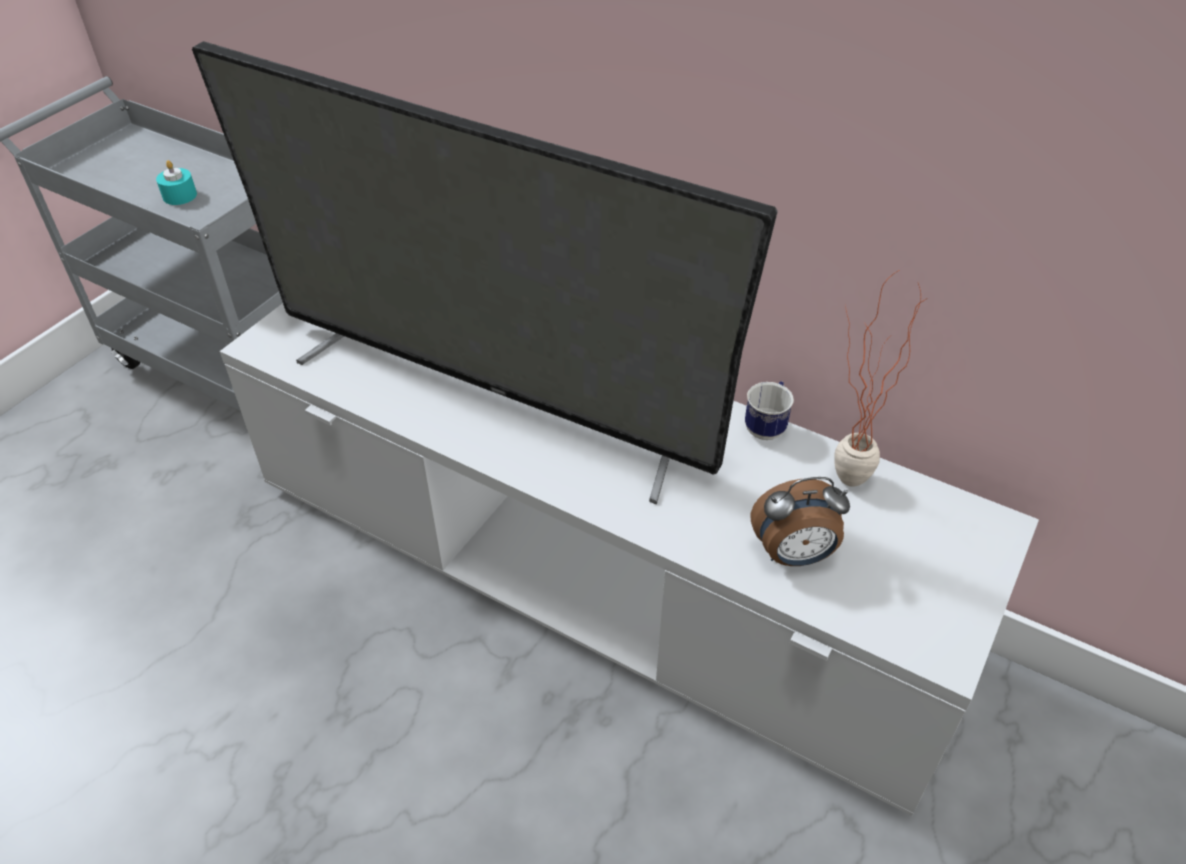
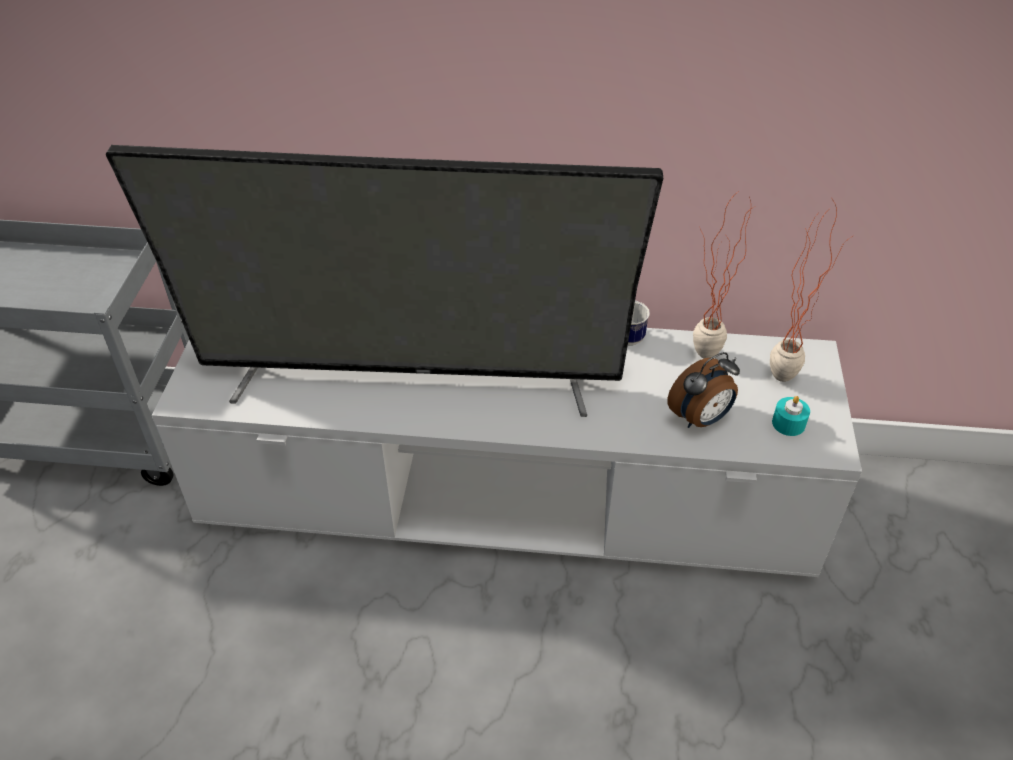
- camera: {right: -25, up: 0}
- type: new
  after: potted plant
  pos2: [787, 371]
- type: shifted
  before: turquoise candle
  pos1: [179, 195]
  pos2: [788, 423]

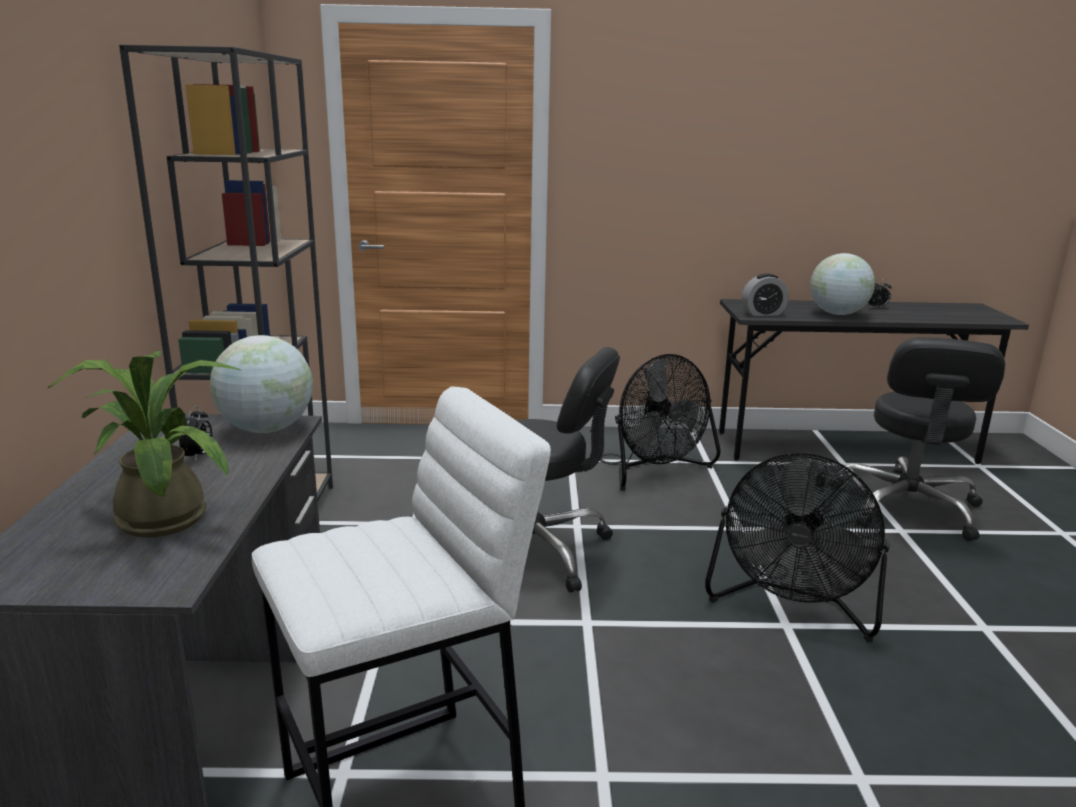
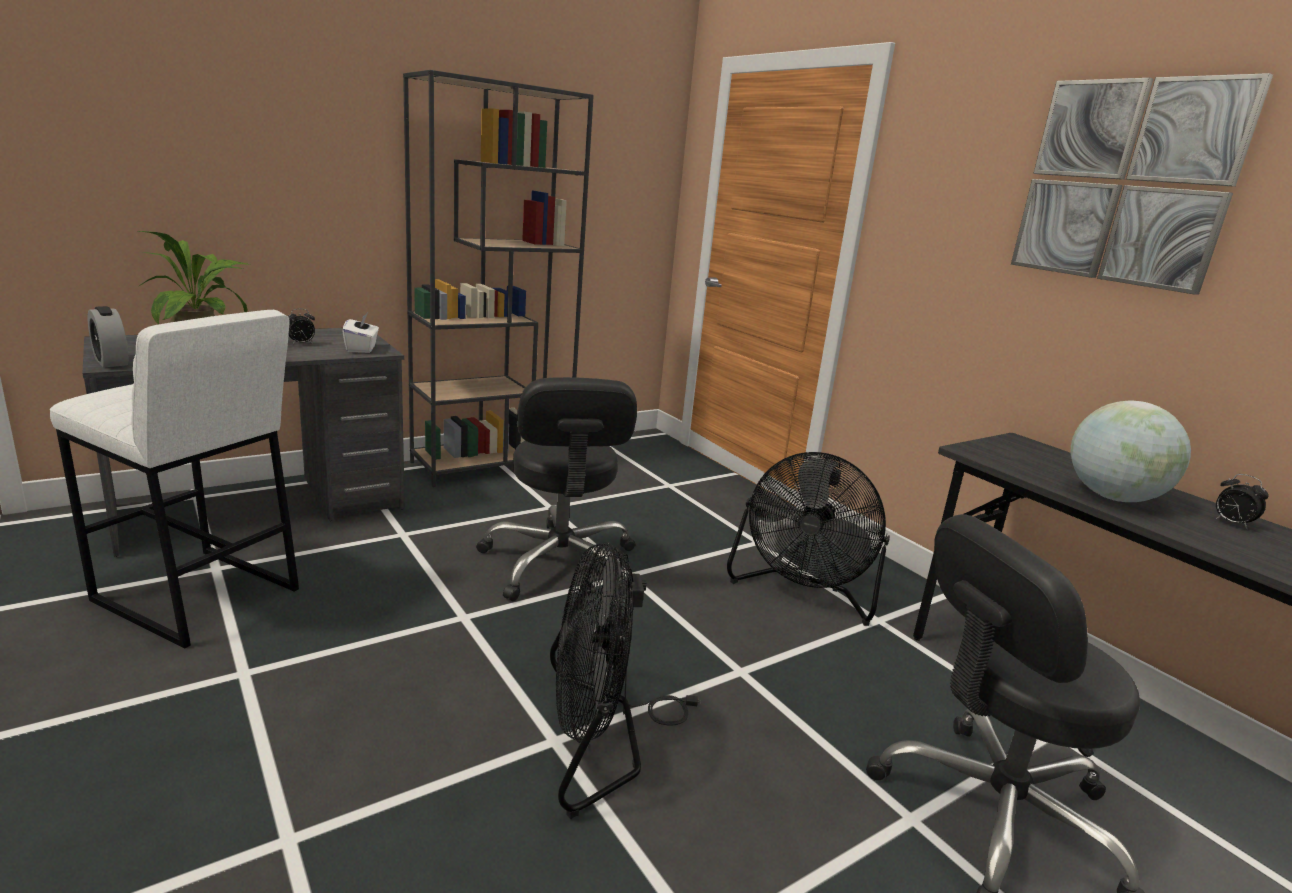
- camera: {right: 55, up: 0}
- type: shifted
  before: alarm clock
  pos1: [763, 313]
  pos2: [111, 362]
- type: swapped
  before: globe
  after: white tissue box
  pos1: [266, 429]
  pos2: [362, 348]
- type: new
  after: picture
  pos2: [1126, 182]

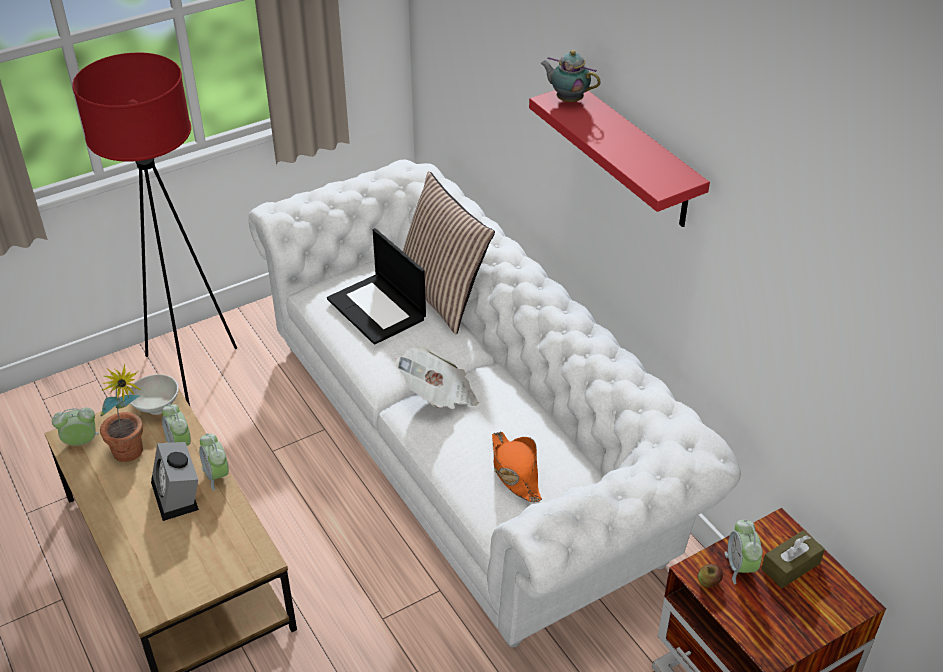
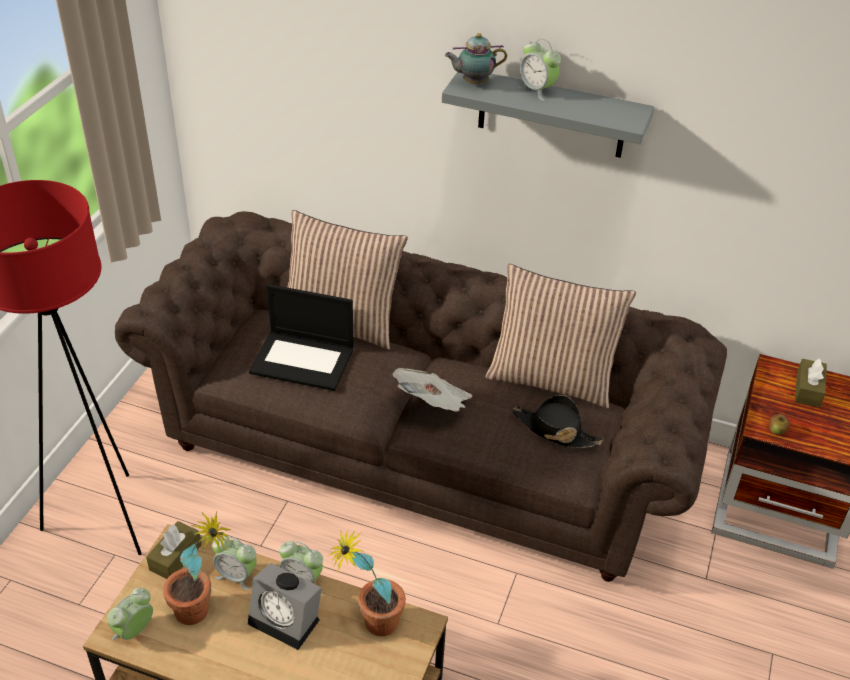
- camera: {right: -40, up: 0}
- type: repainted
  before: white sofa
  after: brown sofa
  pos1: [471, 443]
  pos2: [420, 445]
- type: swapped
  before: white bowl
  after: brown tissue box
  pos1: [156, 409]
  pos2: [175, 557]
- type: new
  after: potted plant
  pos2: [370, 624]
- type: repainted
  before: red shelf
  after: grey shelf
  pos1: [637, 158]
  pos2: [551, 114]
- type: new
  after: pillow
  pos2: [551, 379]
- type: repainted
  before: orange hat
  after: black hat
  pos1: [515, 471]
  pos2: [555, 431]
- type: shifted
  before: alarm clock
  pos1: [740, 567]
  pos2: [537, 90]

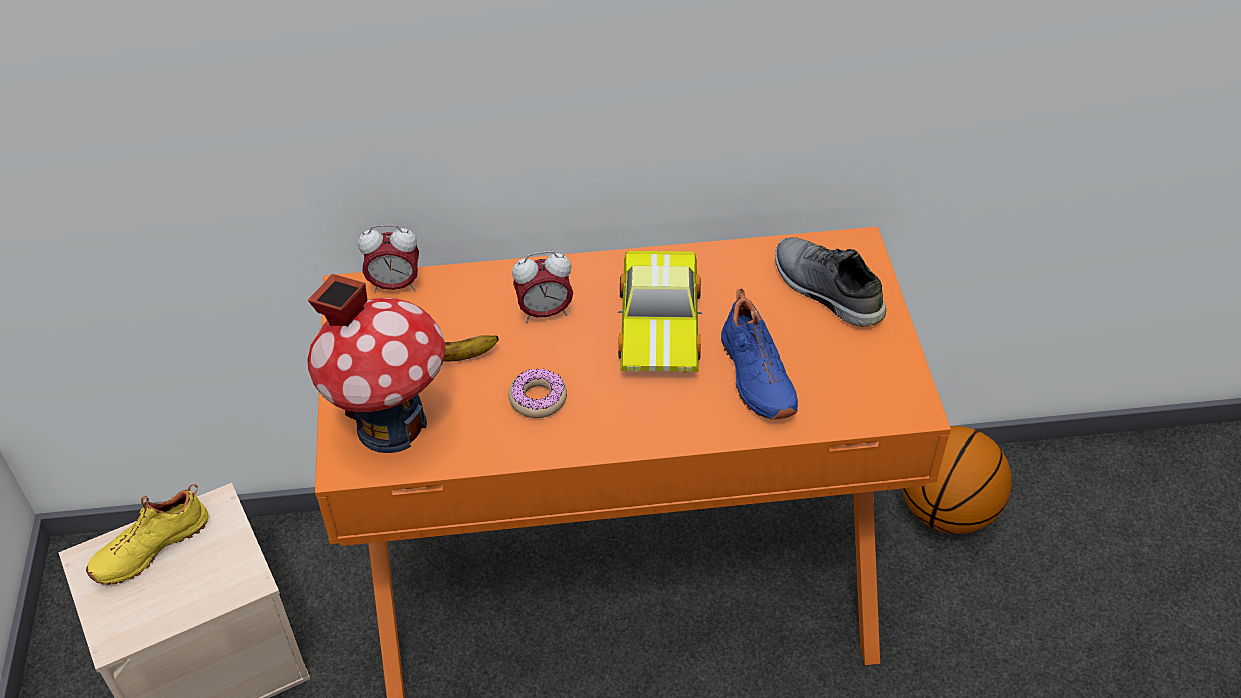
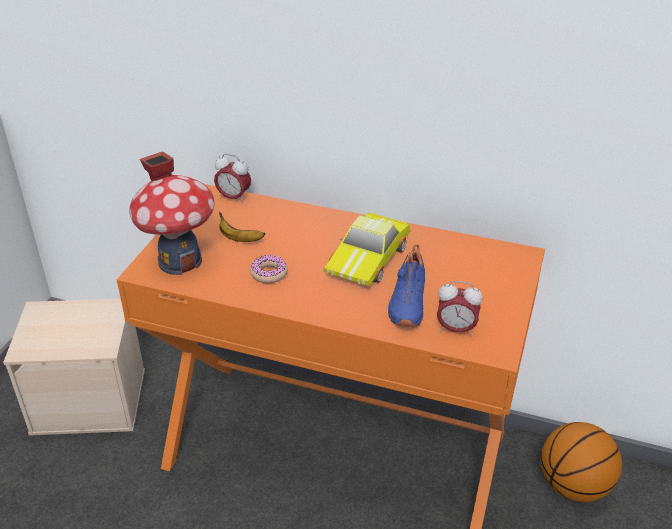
- camera: {right: 25, up: -10}
- type: shifted
  before: alarm clock
  pos1: [544, 312]
  pos2: [456, 329]
- type: gone
  before: yellow shoe
  pos1: [150, 546]
- type: gone
  before: grey shoe
  pos1: [825, 291]

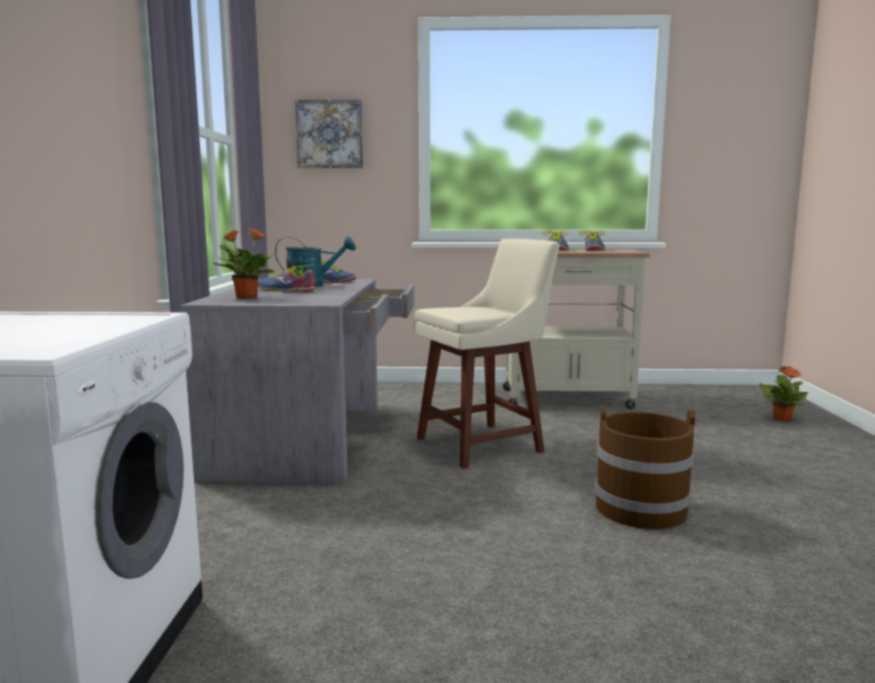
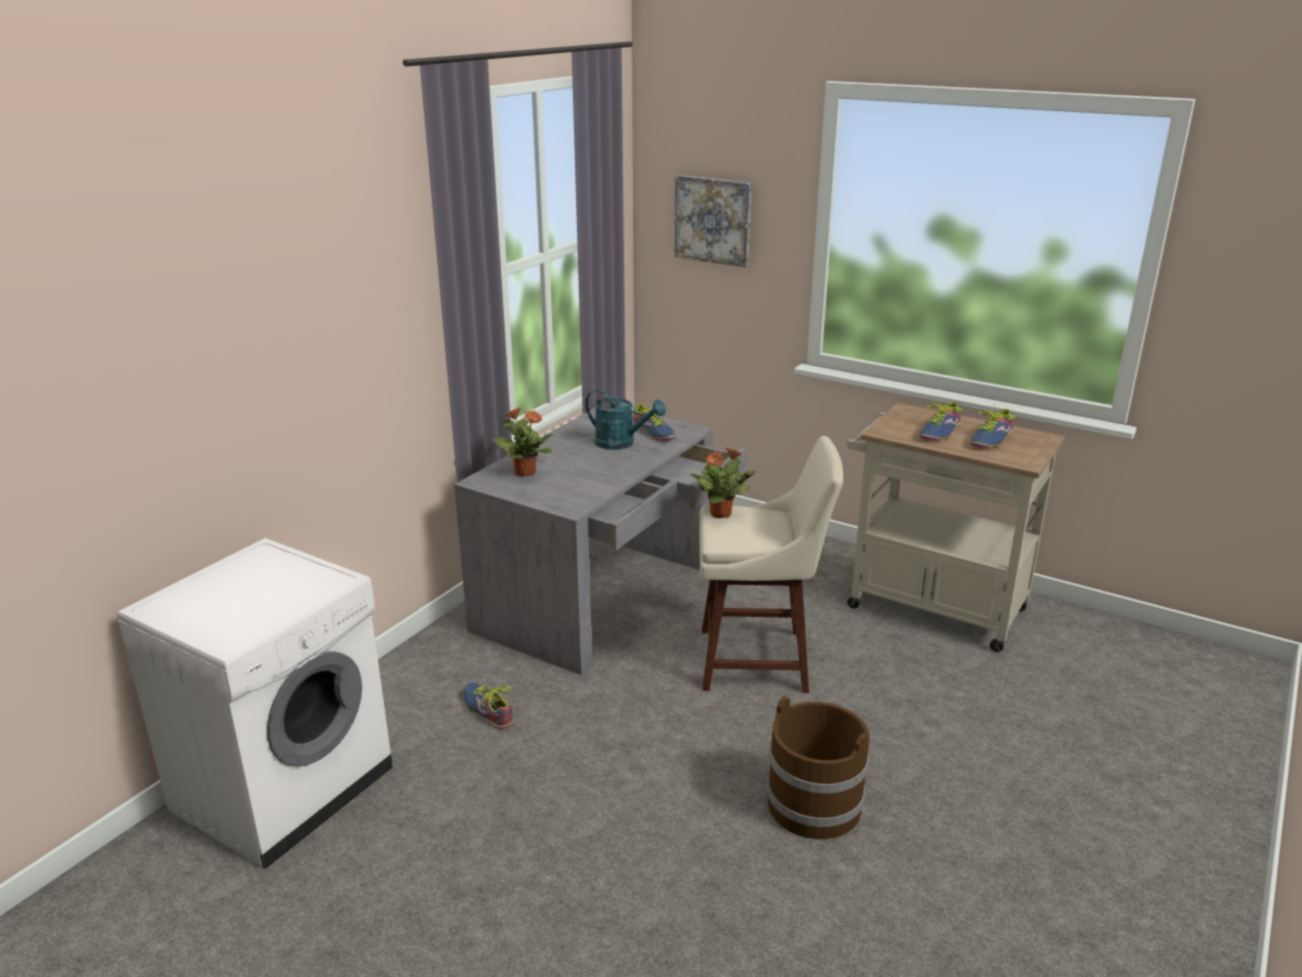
- camera: {right: 30, up: 15}
- type: shifted
  before: shoe
  pos1: [285, 290]
  pos2: [487, 710]
- type: shifted
  before: potted plant
  pos1: [782, 419]
  pos2: [721, 513]

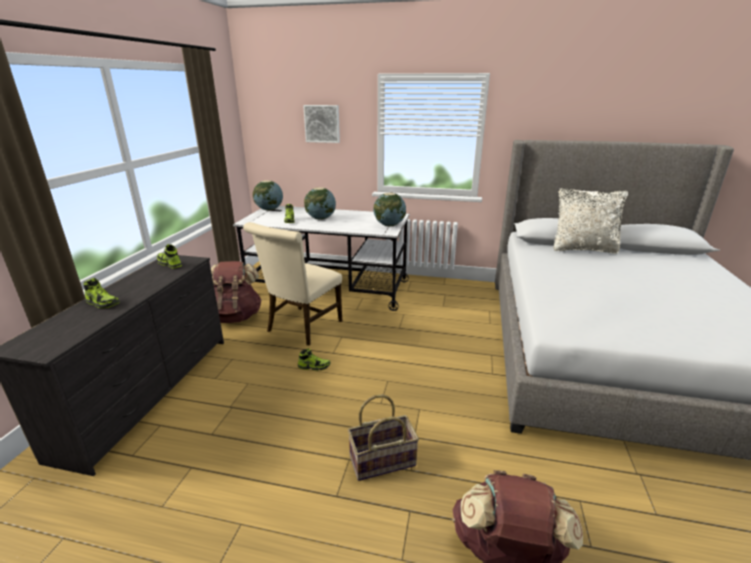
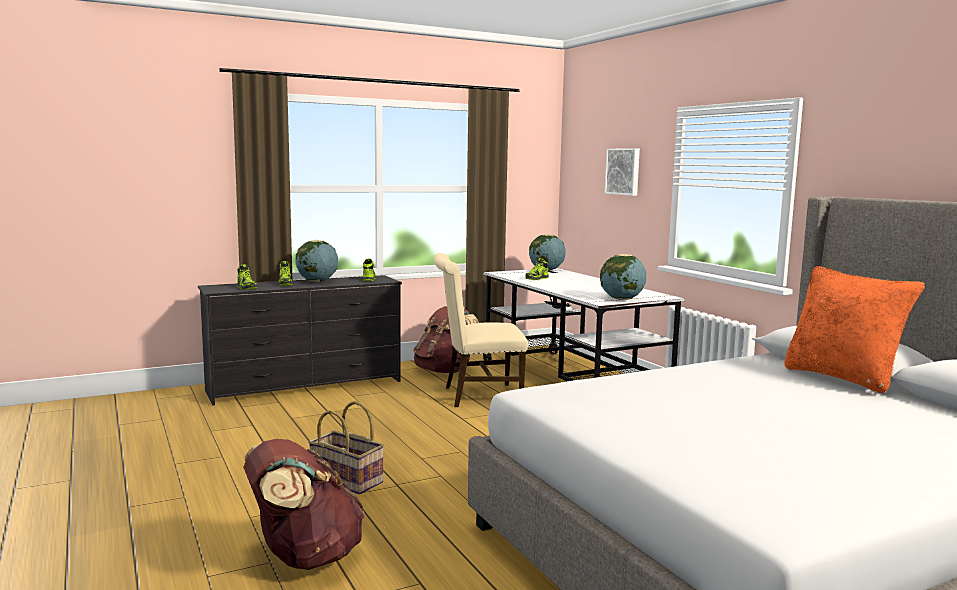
- camera: {right: 50, up: -15}
- type: shifted
  before: shoe
  pos1: [314, 366]
  pos2: [246, 287]
- type: shifted
  before: globe
  pos1: [321, 218]
  pos2: [317, 281]
- type: repainted
  before: beige pillow
  after: orange pillow
  pos1: [583, 250]
  pos2: [842, 380]

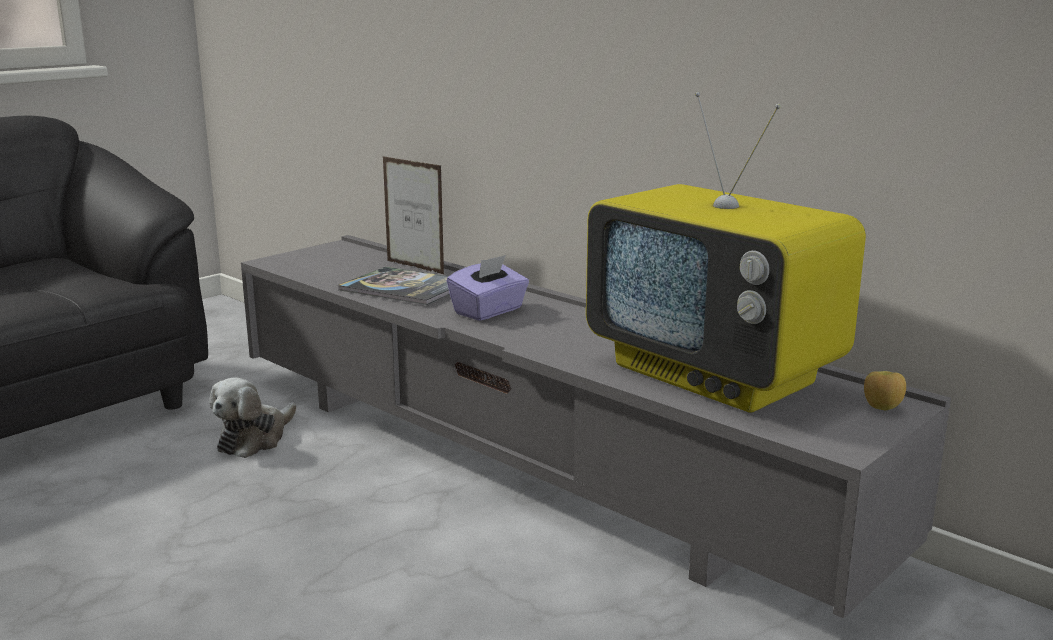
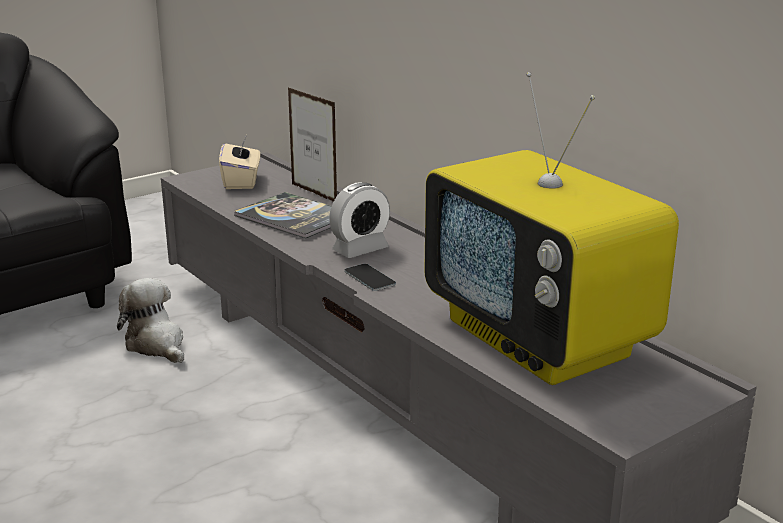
- camera: {right: 10, up: 5}
- type: rotated
  before: plush toy
  pos1: [255, 439]
  pos2: [157, 344]
  turn: 105
- type: new
  after: beige tissue box
  pos2: [241, 181]
- type: swapped
  before: purple tissue box
  after: alarm clock
  pos1: [489, 311]
  pos2: [360, 249]
- type: new
  after: phone
  pos2: [369, 278]
- type: gone
  before: apple
  pos1: [882, 408]

